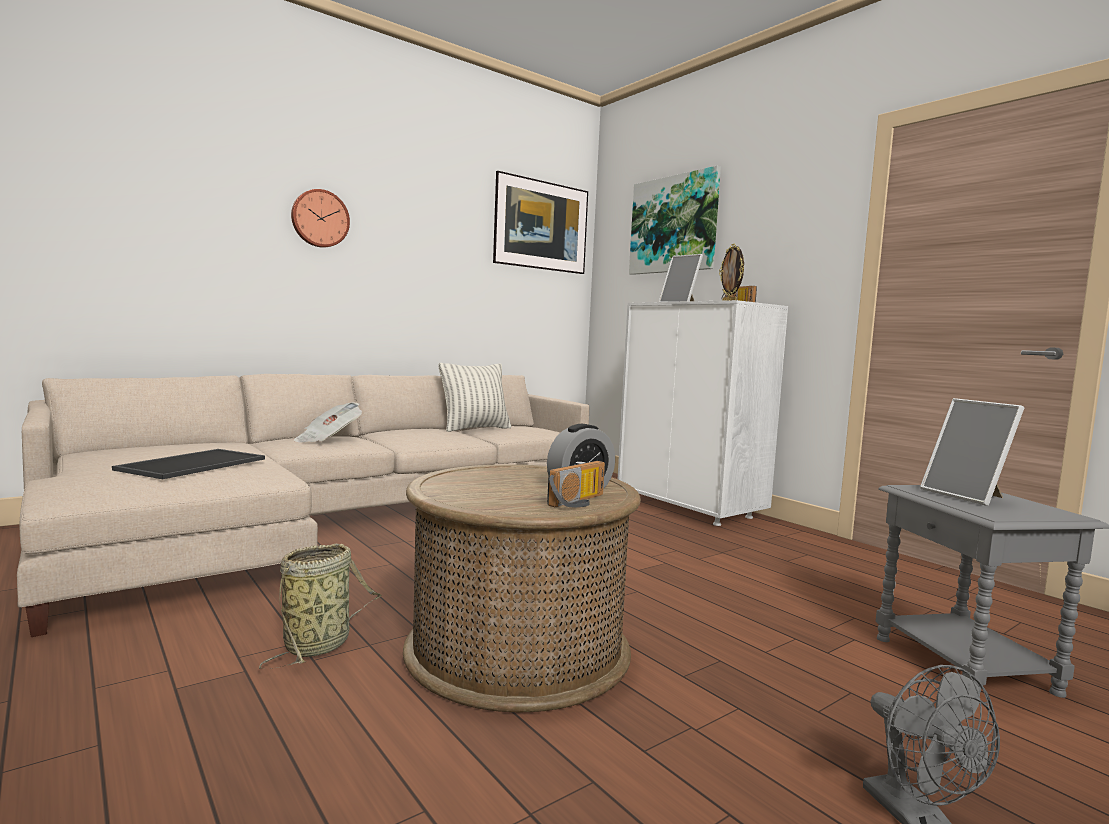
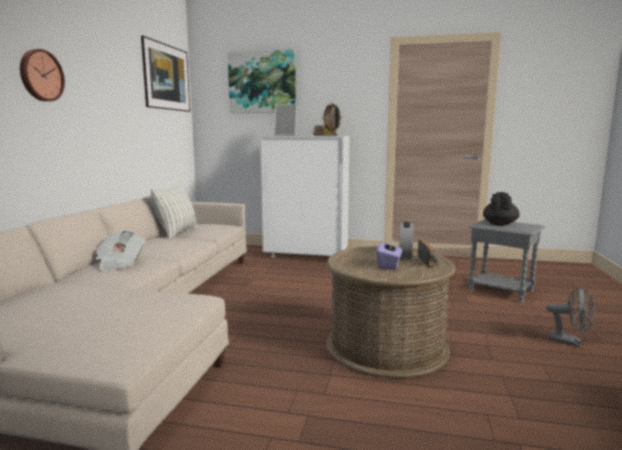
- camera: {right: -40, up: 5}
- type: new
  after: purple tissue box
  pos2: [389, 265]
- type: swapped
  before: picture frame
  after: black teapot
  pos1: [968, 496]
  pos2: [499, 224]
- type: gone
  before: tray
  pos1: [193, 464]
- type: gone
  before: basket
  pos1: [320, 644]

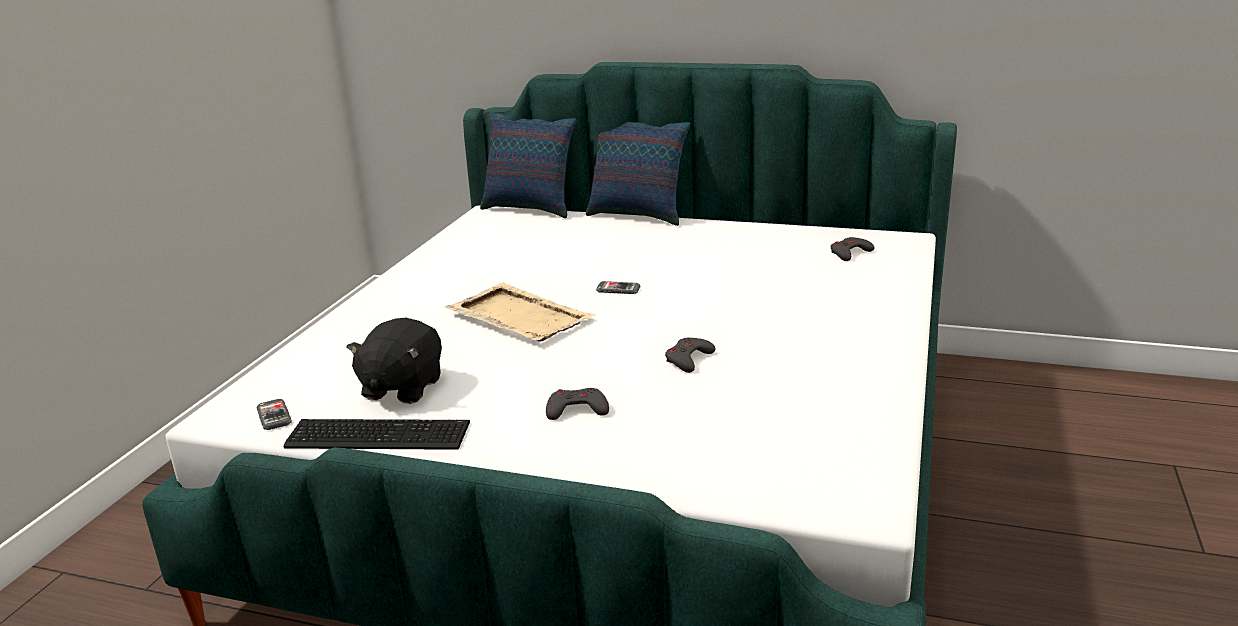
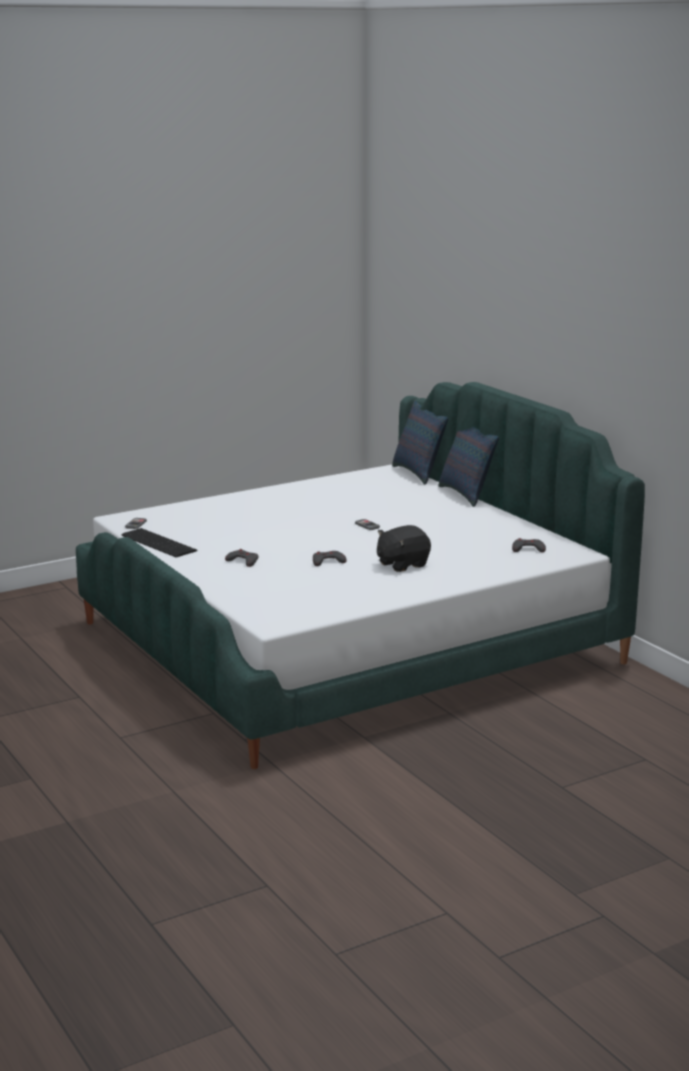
- camera: {right: 40, up: -5}
- type: shifted
  before: black plush toy
  pos1: [401, 388]
  pos2: [402, 564]
- type: gone
  before: beige tray
  pos1: [518, 316]

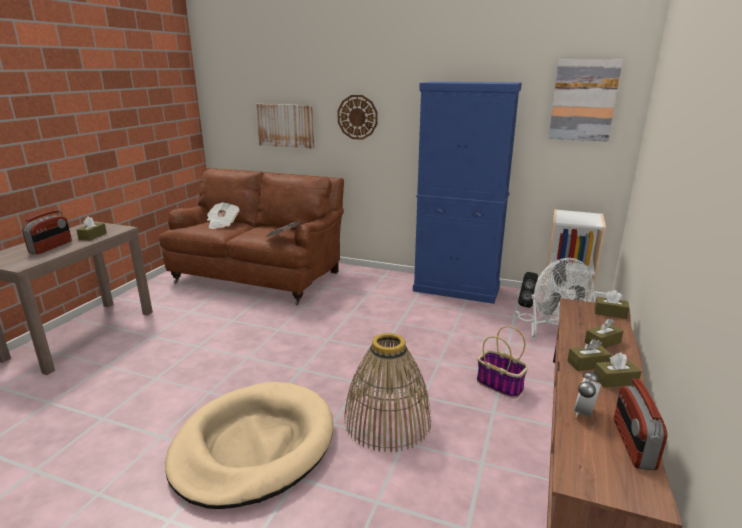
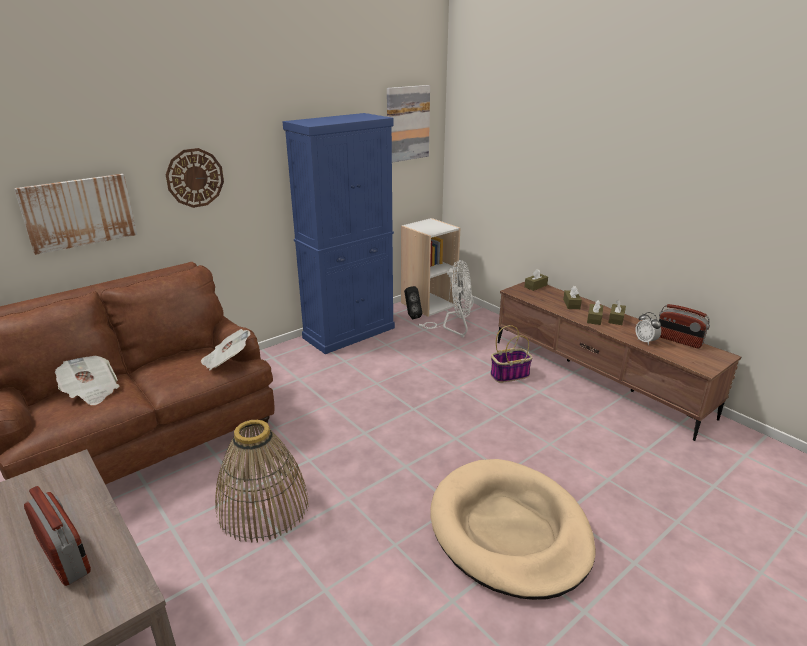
- camera: {right: -60, up: 5}
- type: shifted
  before: basket
  pos1: [387, 421]
  pos2: [262, 506]
- type: gone
  before: brown tissue box
  pos1: [93, 236]

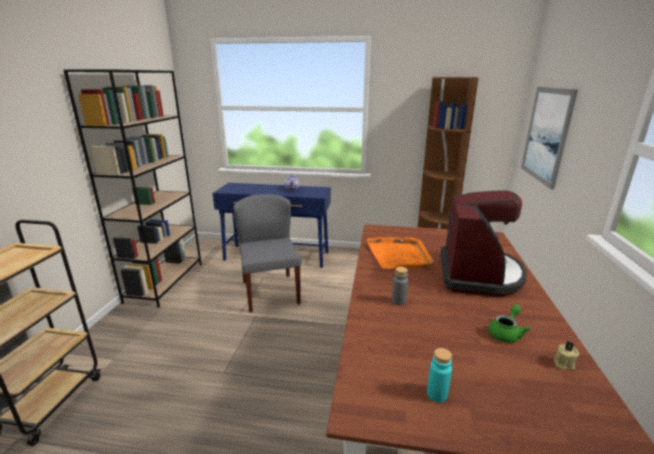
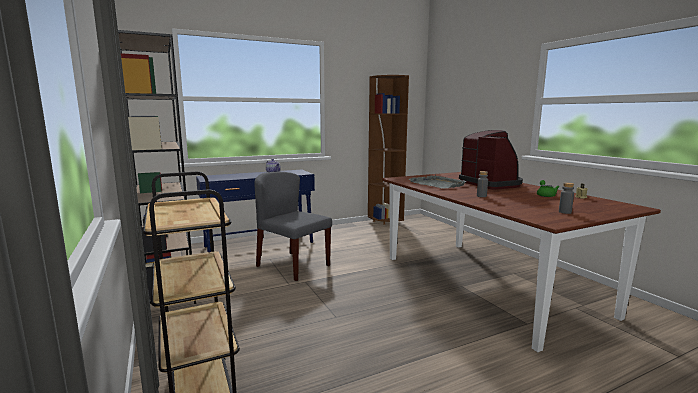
- camera: {right: -35, up: -10}
- type: repainted
  before: orange tray
  after: grey tray
  pos1: [399, 255]
  pos2: [437, 184]
- type: repainted
  before: turquoise bottle
  after: grey bottle
  pos1: [437, 394]
  pos2: [565, 212]
- type: gone
  before: picture
  pos1: [546, 134]

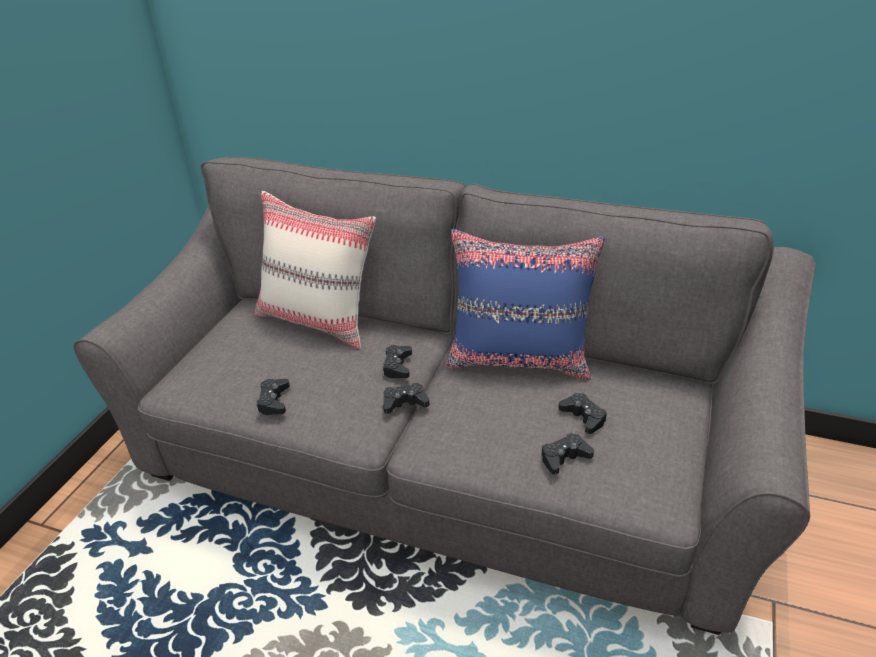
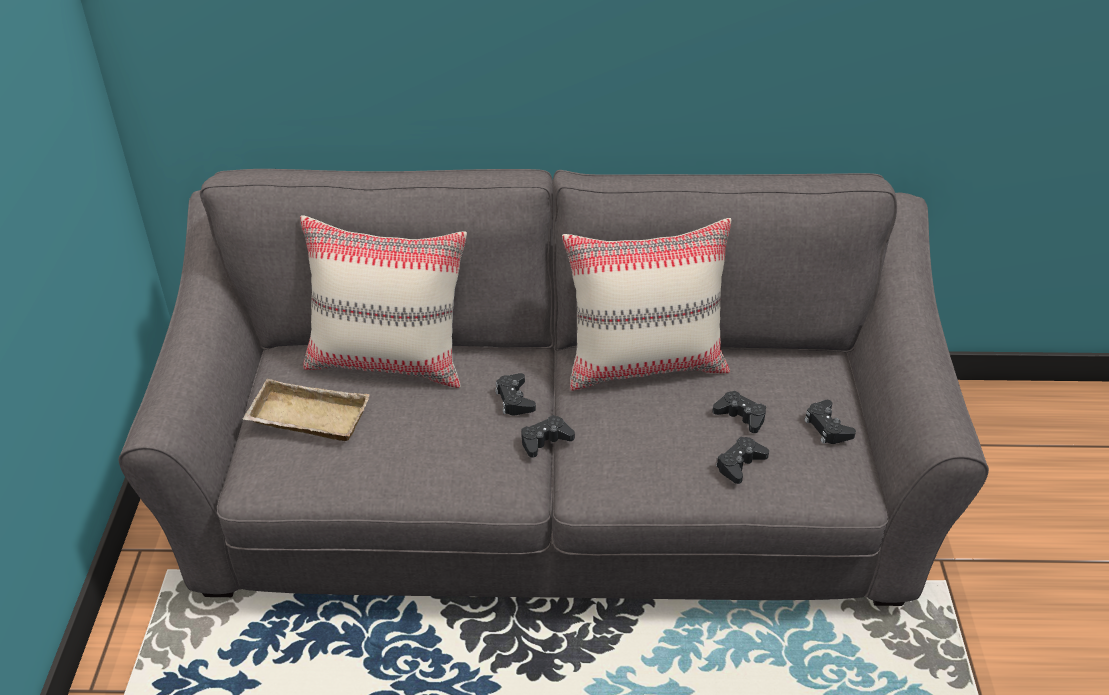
- camera: {right: -20, up: 5}
- type: new
  after: beige tray
  pos2: [306, 419]
- type: repainted
  before: blue pillow
  after: beige pillow
  pos1: [519, 359]
  pos2: [645, 364]
- type: shifted
  before: black game controller
  pos1: [274, 401]
  pos2: [827, 427]

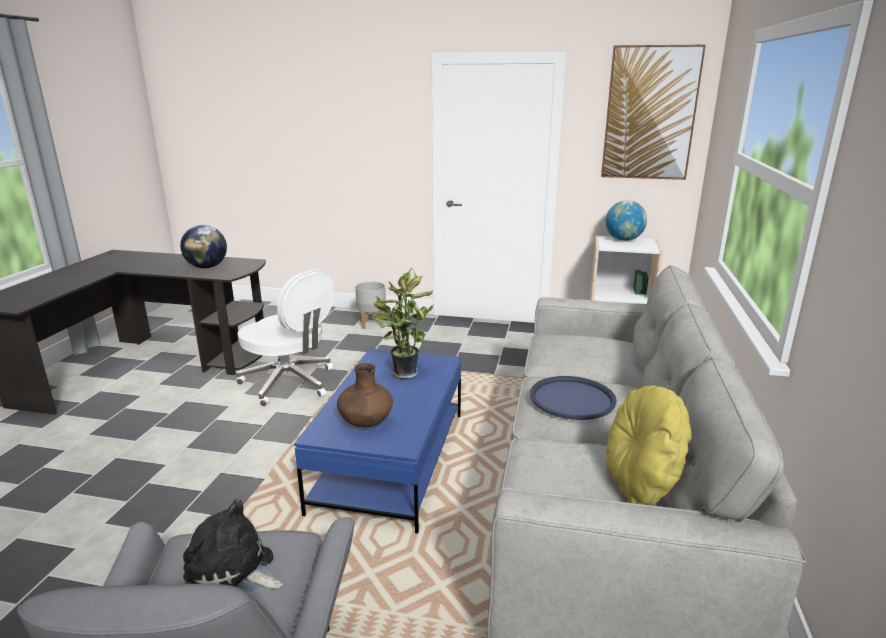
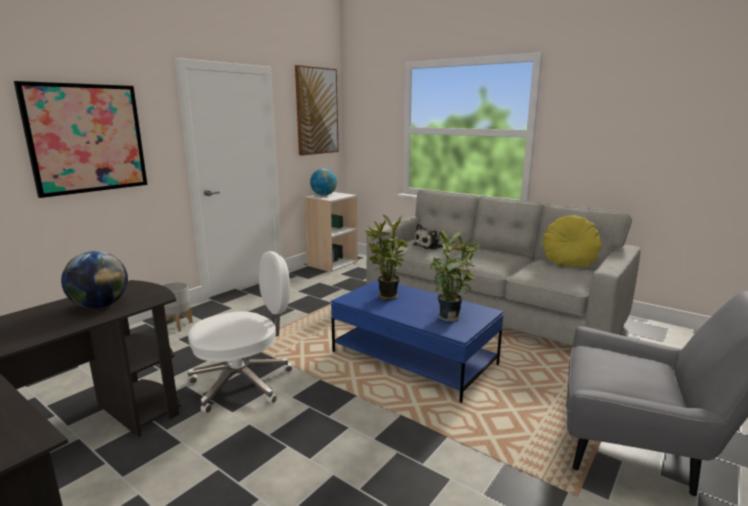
- camera: {right: -65, up: -5}
- type: new
  after: picture
  pos2: [87, 138]
- type: shifted
  before: plush toy
  pos1: [233, 571]
  pos2: [429, 246]
- type: swapped
  before: brown vase
  after: potted plant
  pos1: [365, 423]
  pos2: [451, 317]
- type: gone
  before: blue tray
  pos1: [572, 399]

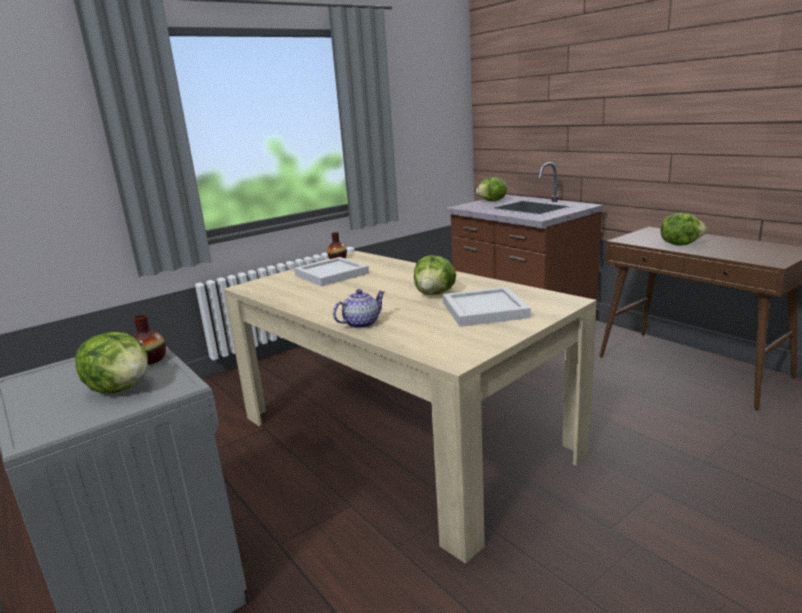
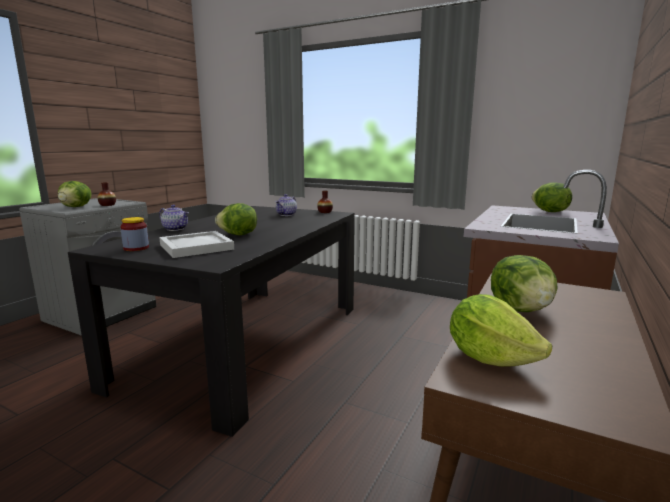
- camera: {right: 65, up: -5}
- type: repainted
  before: beige dining table
  after: black dining table
  pos1: [401, 435]
  pos2: [248, 342]
- type: new
  after: jar
  pos2: [136, 248]
- type: swapped
  before: white tray
  after: teapot
  pos1: [332, 274]
  pos2: [286, 215]
- type: new
  after: lettuce
  pos2: [490, 357]

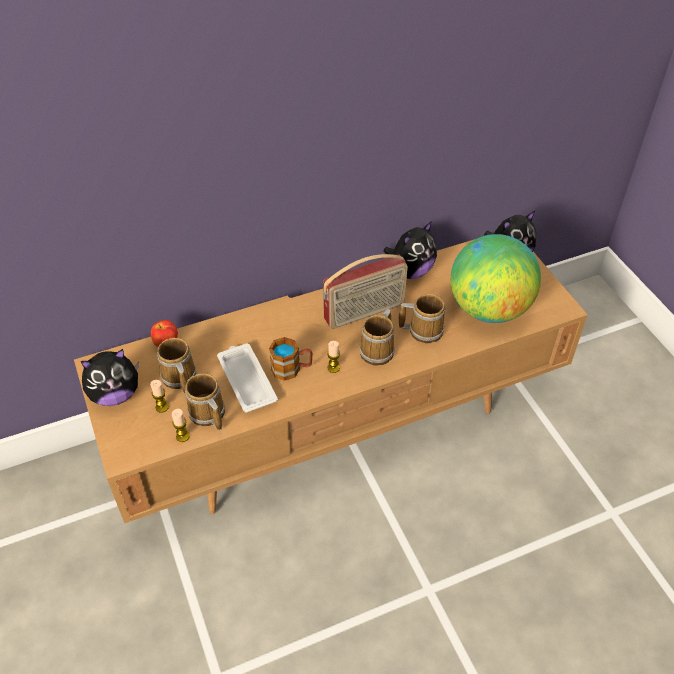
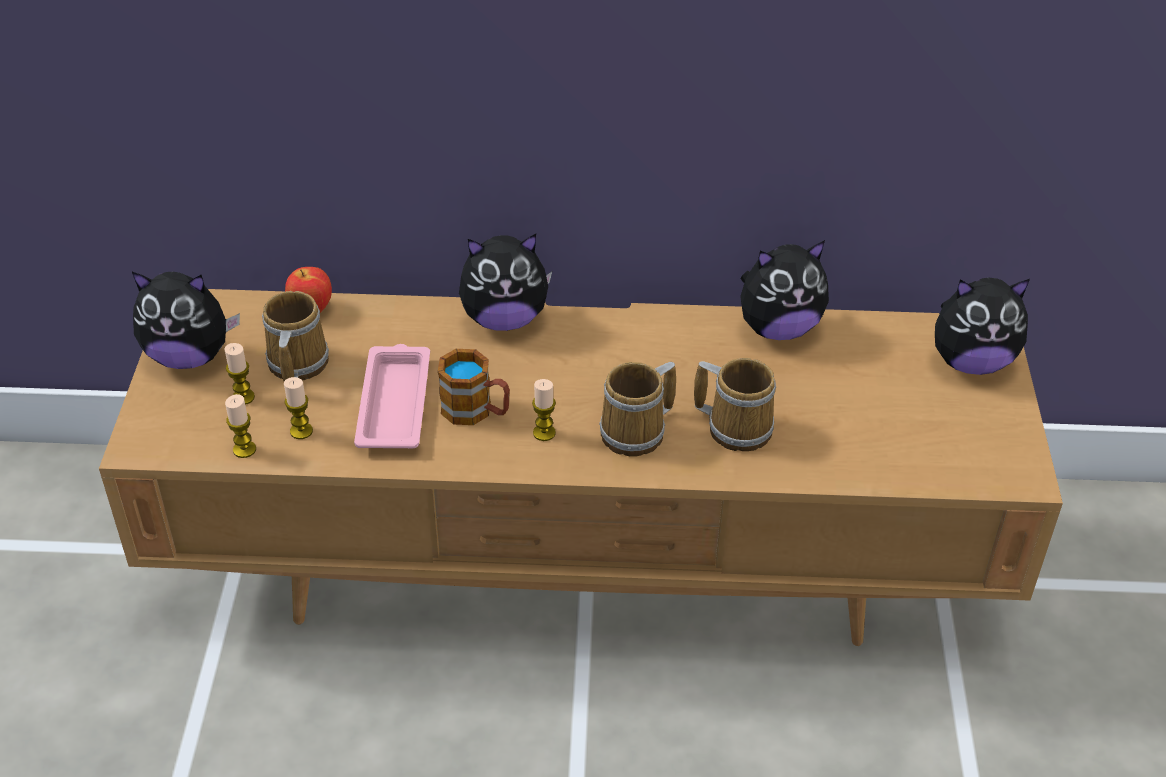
- camera: {right: 25, up: -5}
- type: swapped
  before: mug
  after: candle
  pos1: [207, 414]
  pos2: [301, 431]
- type: repainted
  before: white tray
  after: pink tray
  pos1: [246, 380]
  pos2: [394, 403]
- type: new
  after: plush toy
  pos2: [504, 319]
- type: gone
  before: radio
  pos1: [365, 313]
- type: gone
  before: globe
  pos1: [489, 309]

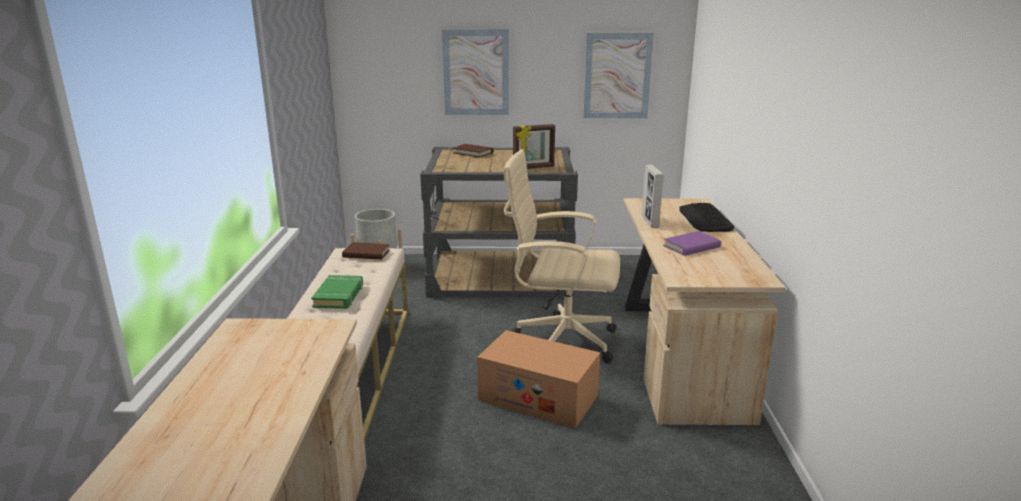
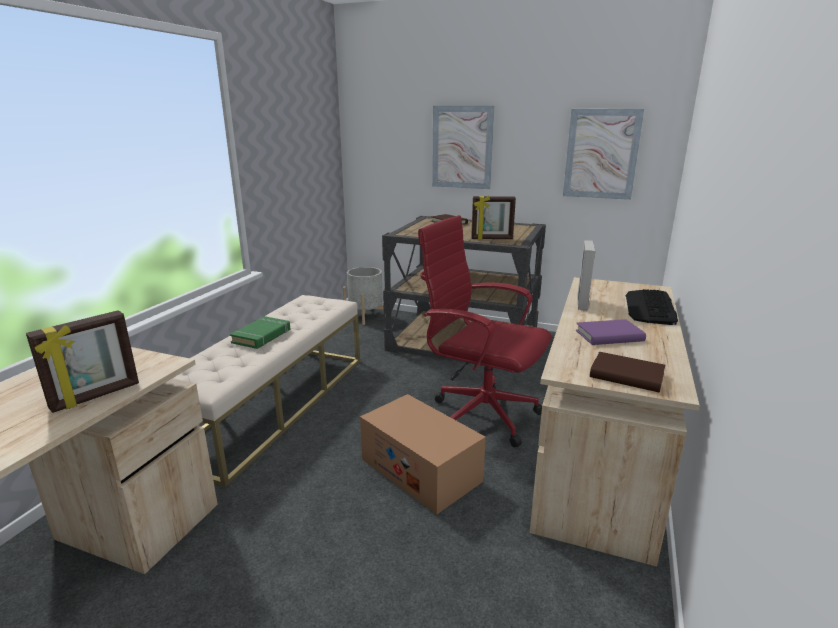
- camera: {right: 20, up: 0}
- type: new
  after: picture frame
  pos2: [96, 396]
- type: repainted
  before: beige office chair
  after: red office chair
  pos1: [560, 341]
  pos2: [480, 414]
- type: shifted
  before: brown book
  pos1: [366, 254]
  pos2: [626, 376]

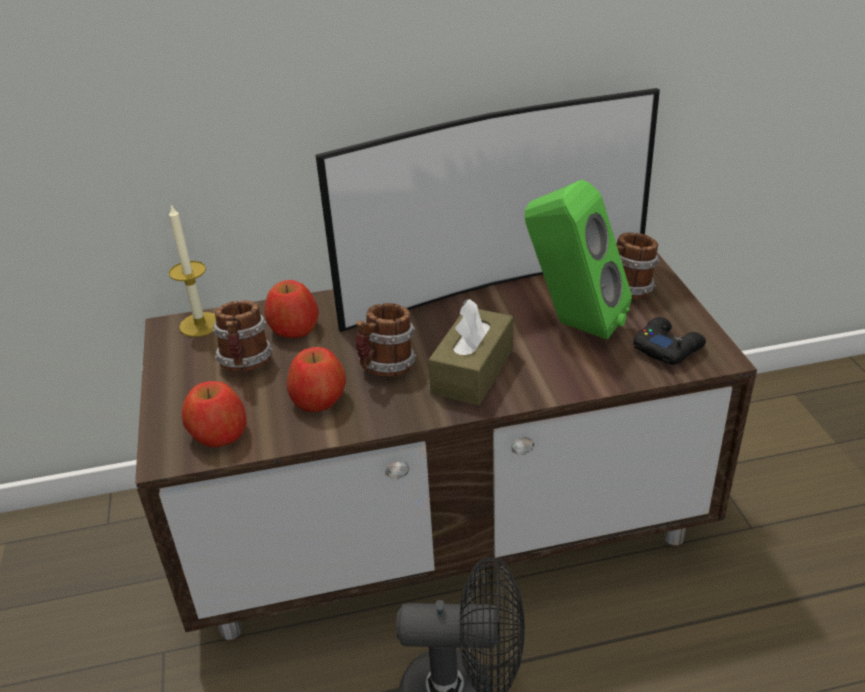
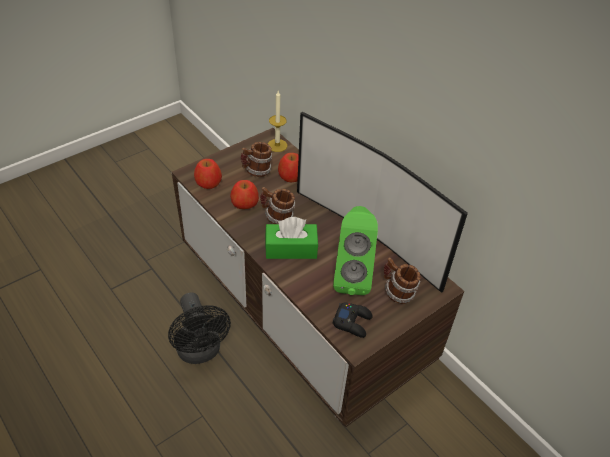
- camera: {right: 60, up: 10}
- type: repainted
  before: brown tissue box
  after: green tissue box
  pos1: [472, 371]
  pos2: [291, 249]

